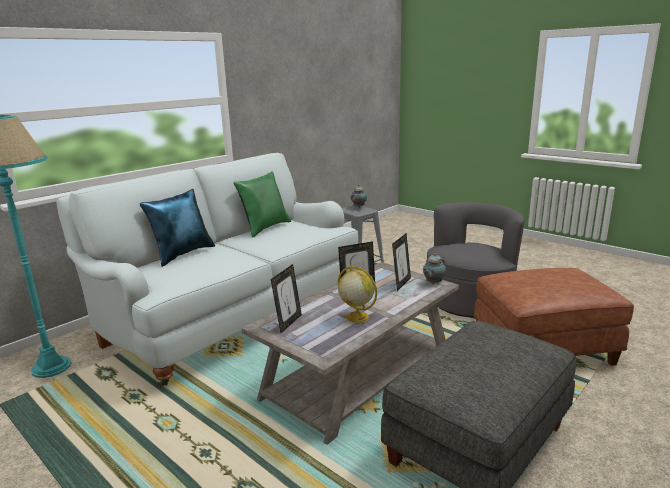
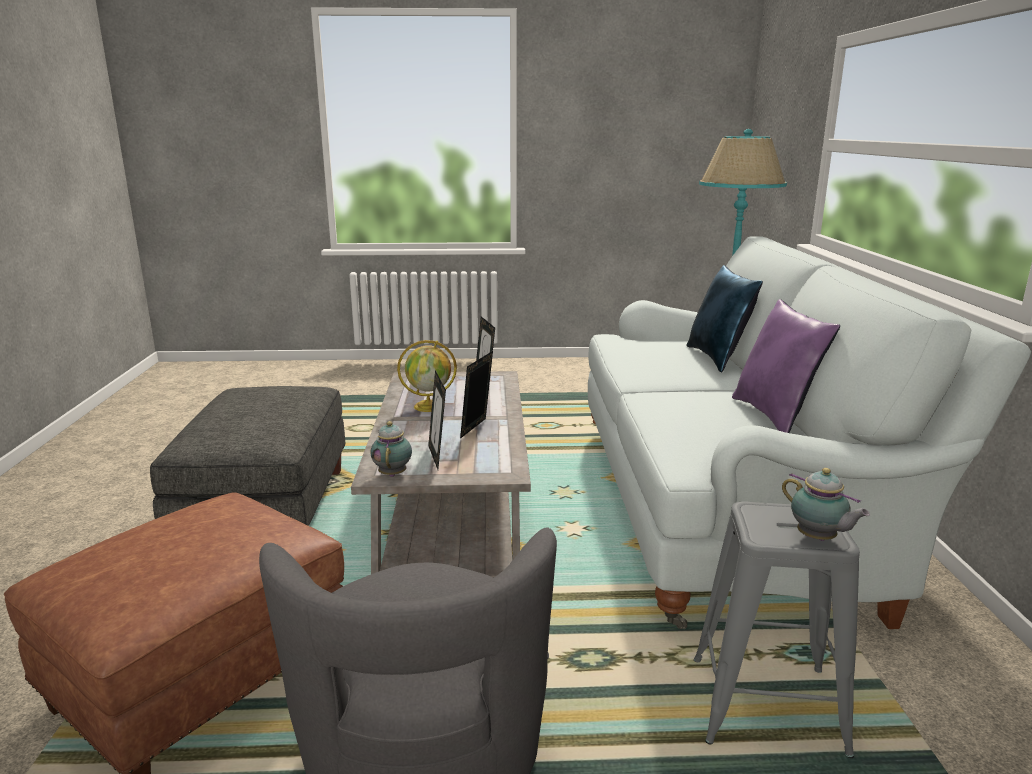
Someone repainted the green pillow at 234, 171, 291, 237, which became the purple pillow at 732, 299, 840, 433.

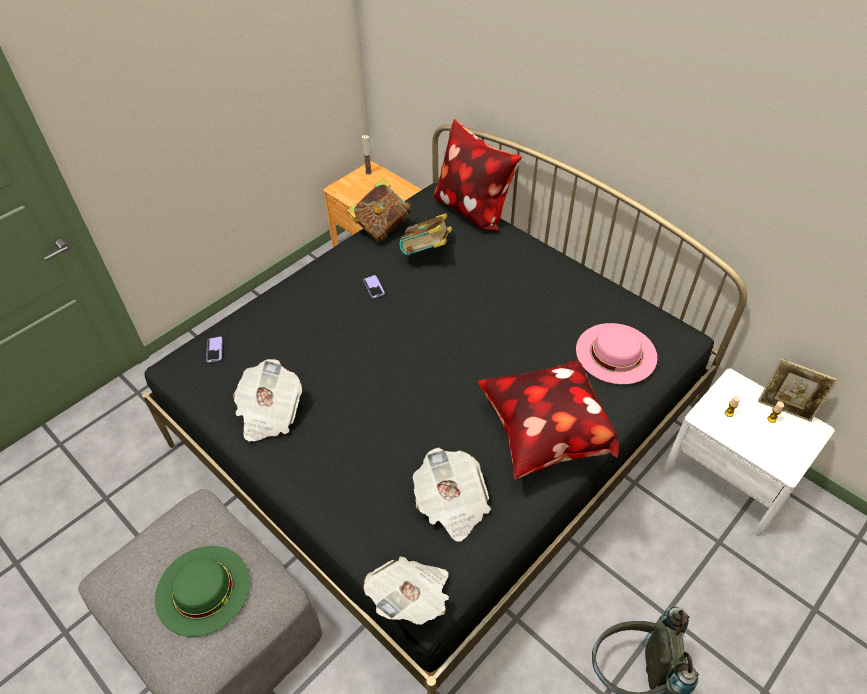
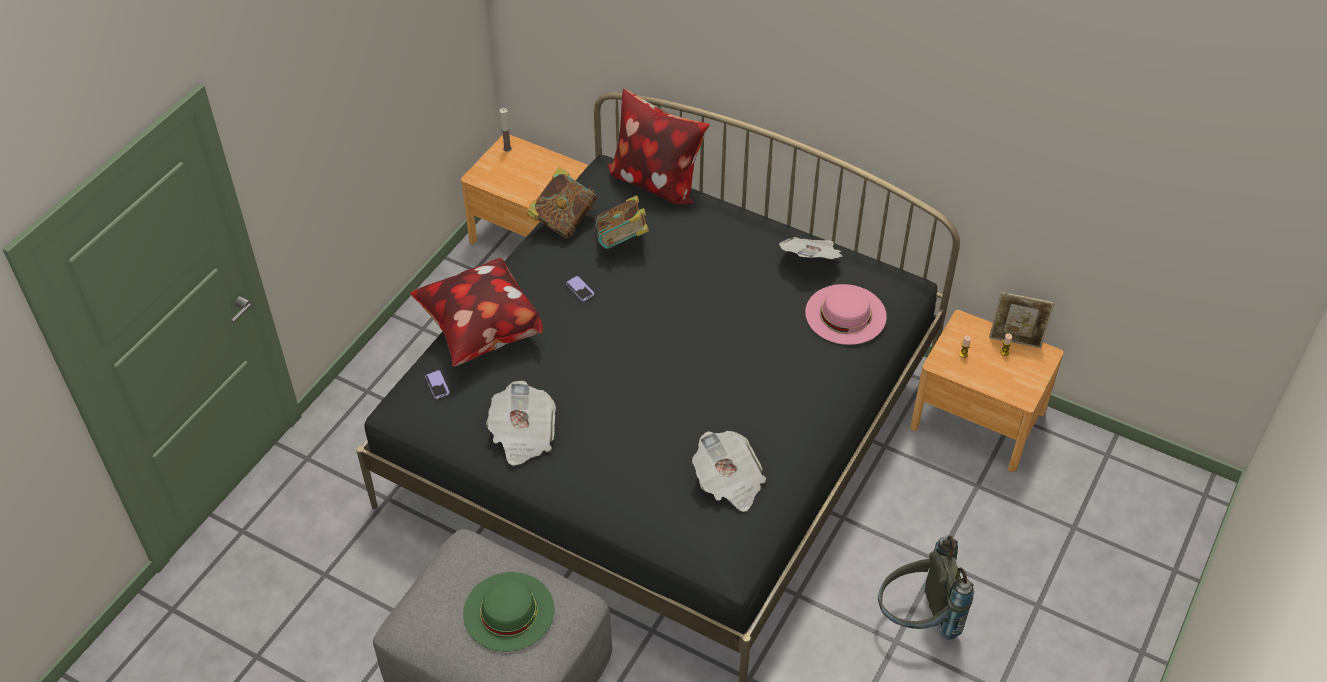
Someone carried the newspaper from 364, 556, 449, 625 to 779, 237, 843, 259.
Someone carried the pillow from 478, 361, 619, 479 to 410, 258, 543, 366.
Someone repainted the white nightstand at 663, 368, 835, 536, which became the brown nightstand at 910, 310, 1064, 472.

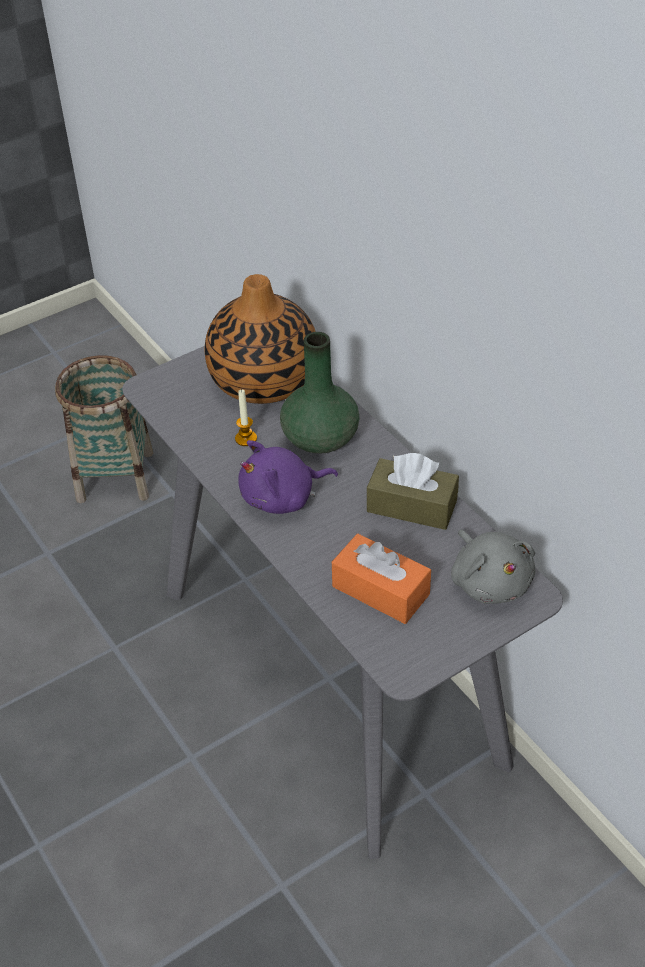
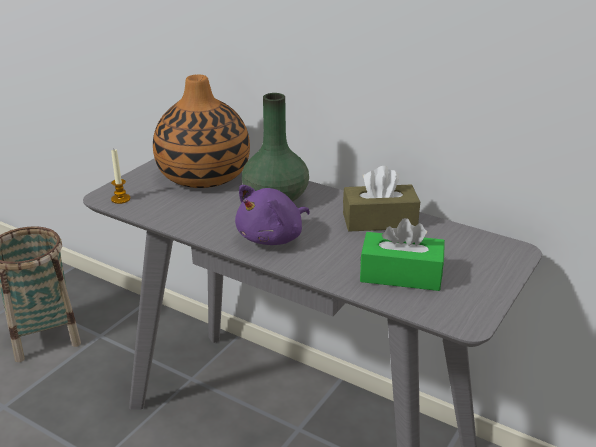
Someone took away the grey plush toy at 451, 529, 535, 604.
Someone carried the candle from 235, 389, 257, 446 to 111, 150, 130, 204.
Someone repainted the orange tissue box at 332, 534, 431, 624, which became the green tissue box at 360, 218, 445, 291.

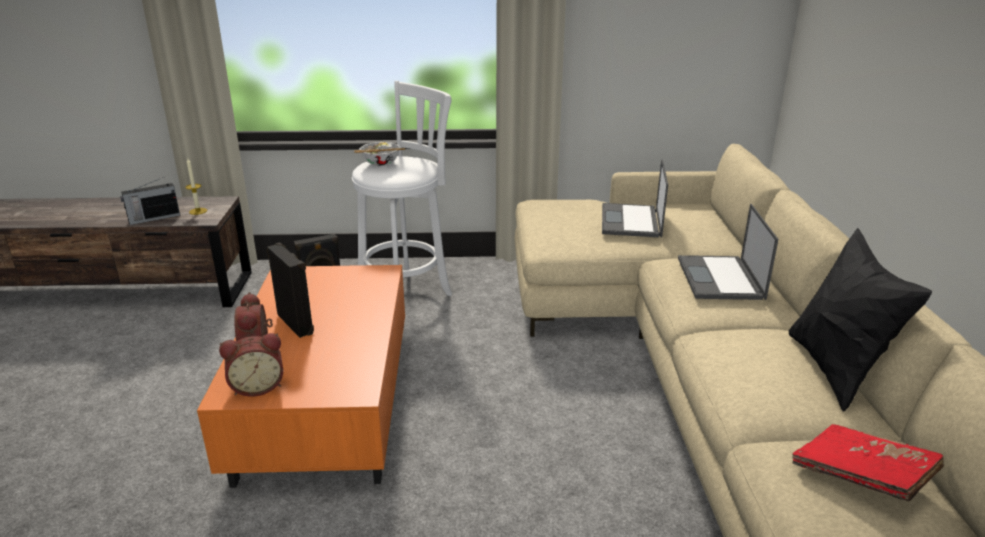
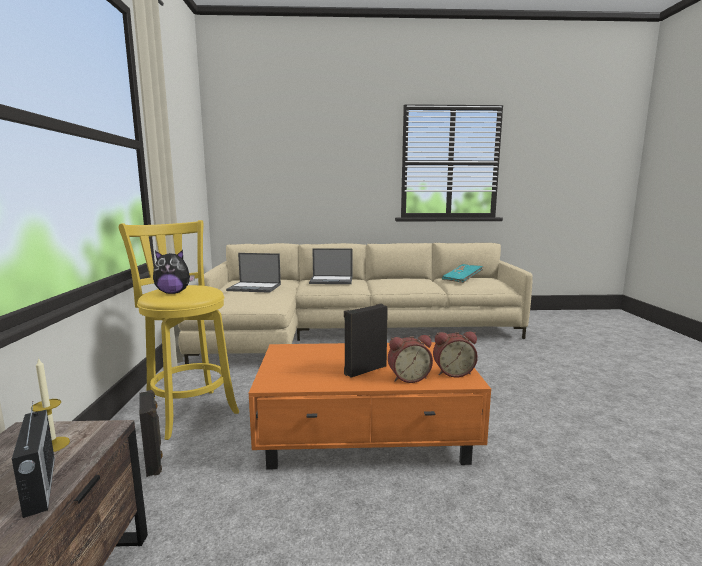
Someone took away the black pillow at 789, 228, 932, 412.
Someone swapped the bowl at 354, 142, 405, 167 for the plush toy at 153, 250, 195, 294.
Someone repainted the white stool at 352, 81, 452, 296, which became the yellow stool at 119, 220, 239, 440.
Someone repainted the red book at 792, 424, 944, 502, which became the turquoise book at 442, 264, 483, 283.
Someone rotated the alarm clock at 219, 333, 283, 397 by 105 degrees clockwise.

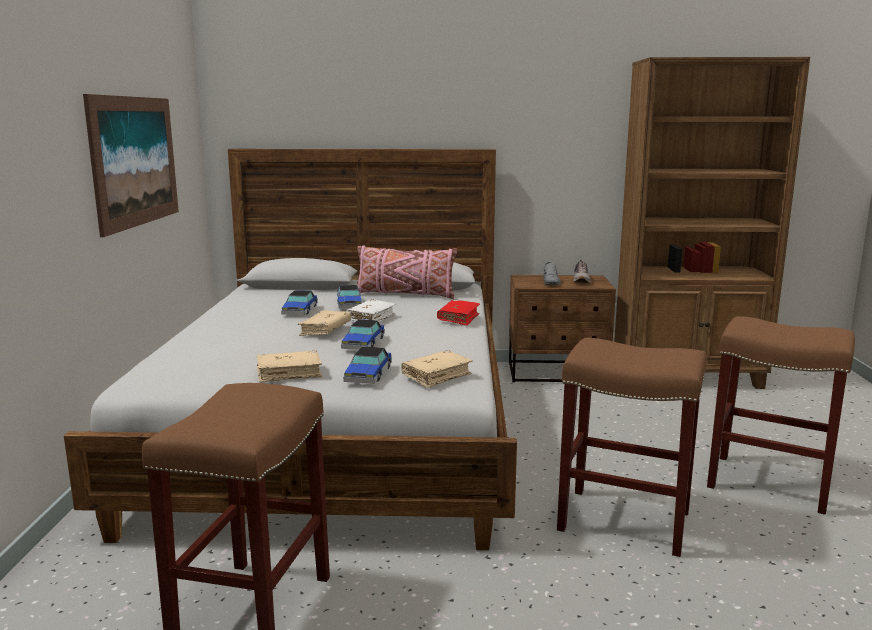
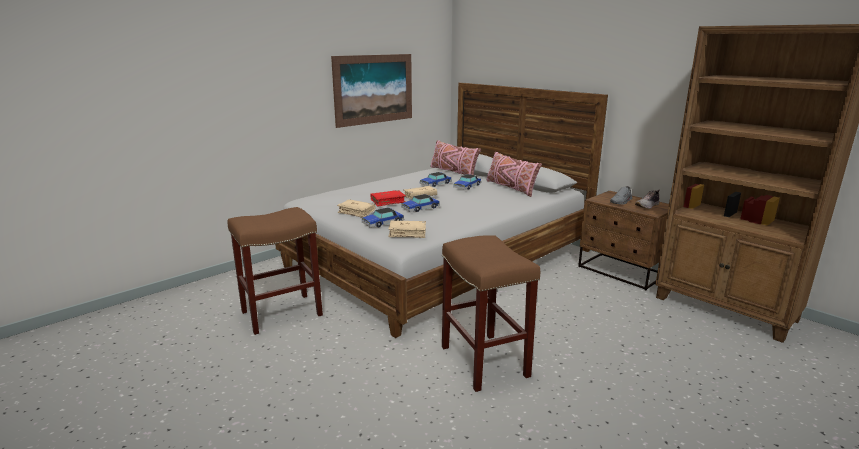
Someone took away the white book at 346, 299, 396, 322.
Someone took away the brown stool at 707, 316, 855, 515.
Someone put down the pink pillow at 430, 140, 481, 175.
Someone carried the red book from 437, 300, 480, 326 to 371, 190, 406, 206.

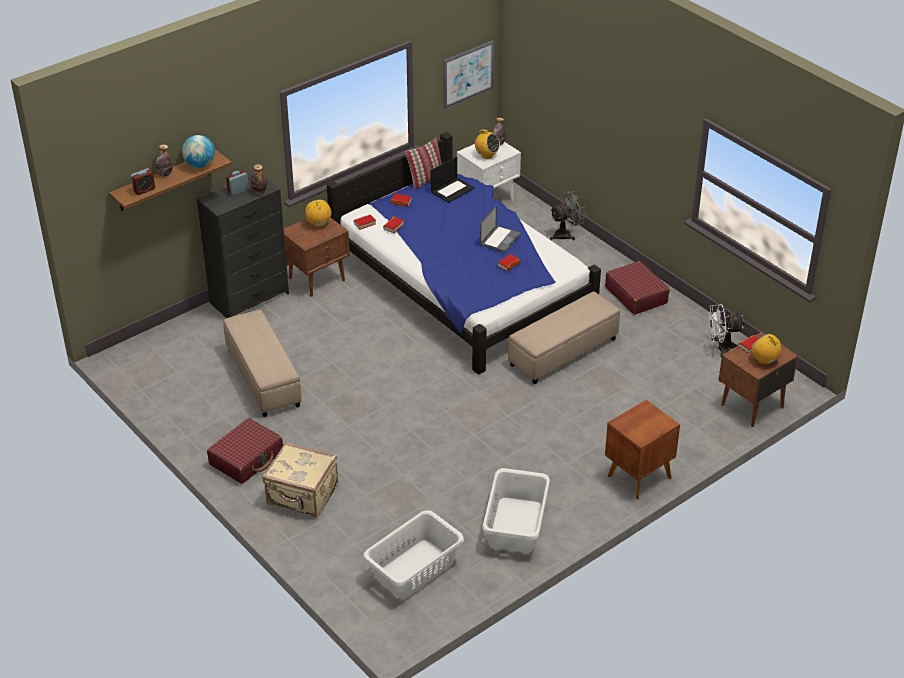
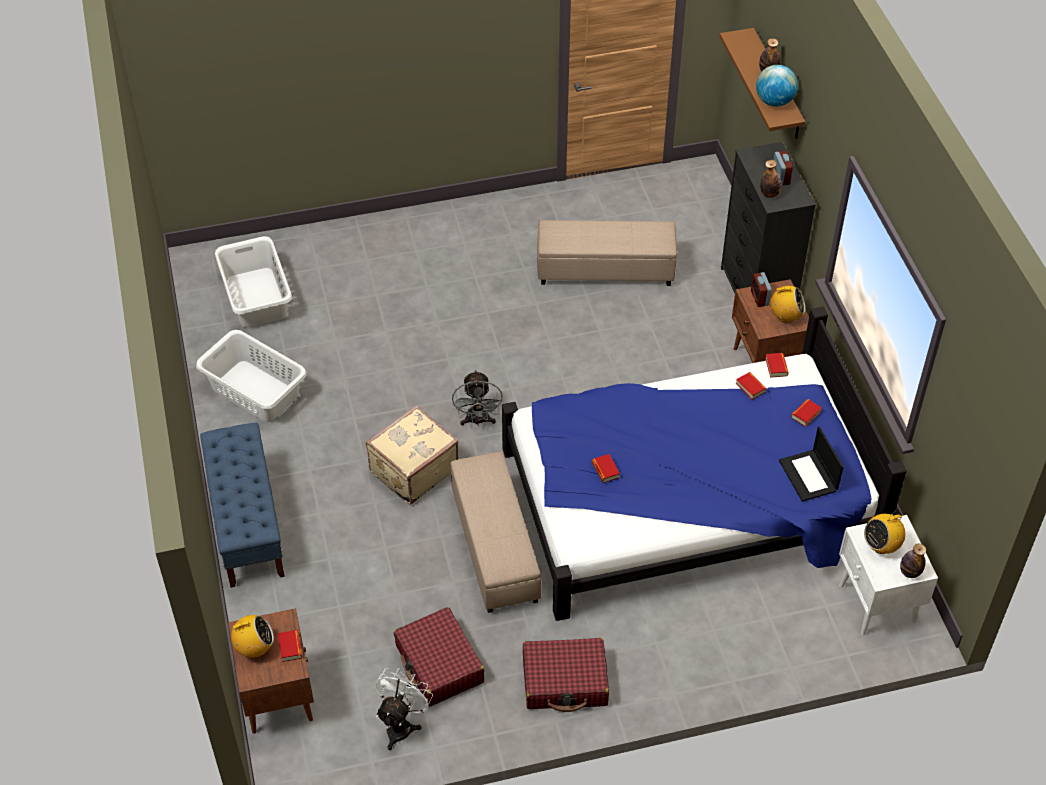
Someone took away the pillow at 405, 137, 442, 190.
Someone took away the picture at 443, 40, 494, 108.
Someone took away the laptop at 480, 205, 521, 253.
Someone carried the alarm clock from 131, 168, 155, 195 to 751, 272, 771, 307.
Someone carried the red suitcase from 207, 418, 283, 484 to 394, 607, 484, 707.
Someone carried the beige suitcase from 263, 442, 338, 517 to 366, 405, 458, 505.
Someone carried the grey fan from 550, 191, 587, 241 to 452, 370, 503, 426.
Someone swapped the brown nightstand at 605, 400, 680, 499 for the blue bench at 200, 423, 285, 588.

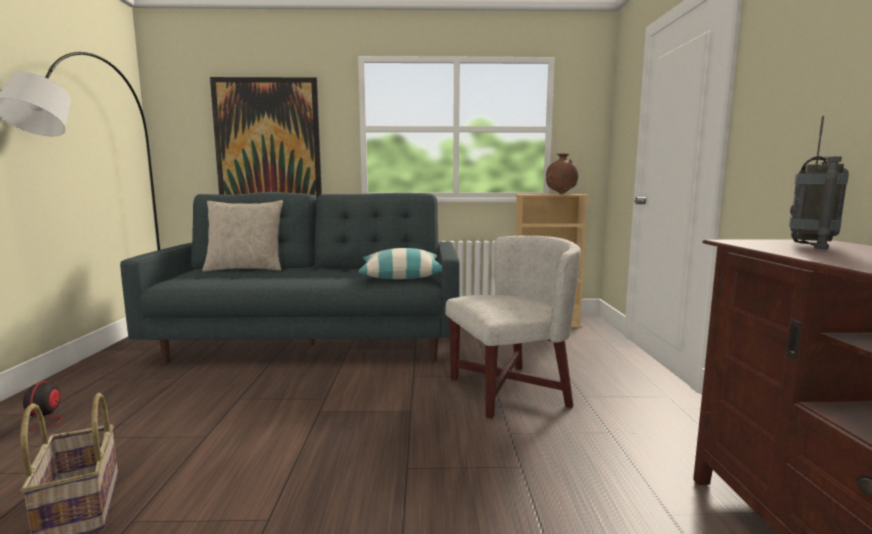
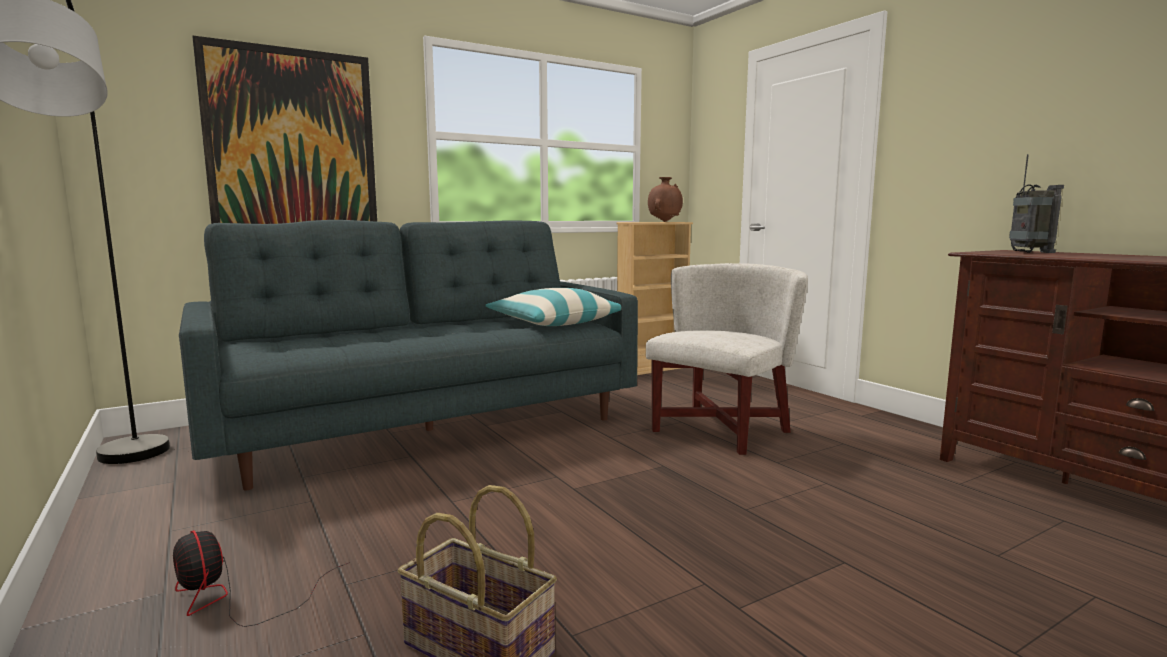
Someone took away the beige pillow at 202, 200, 283, 272.

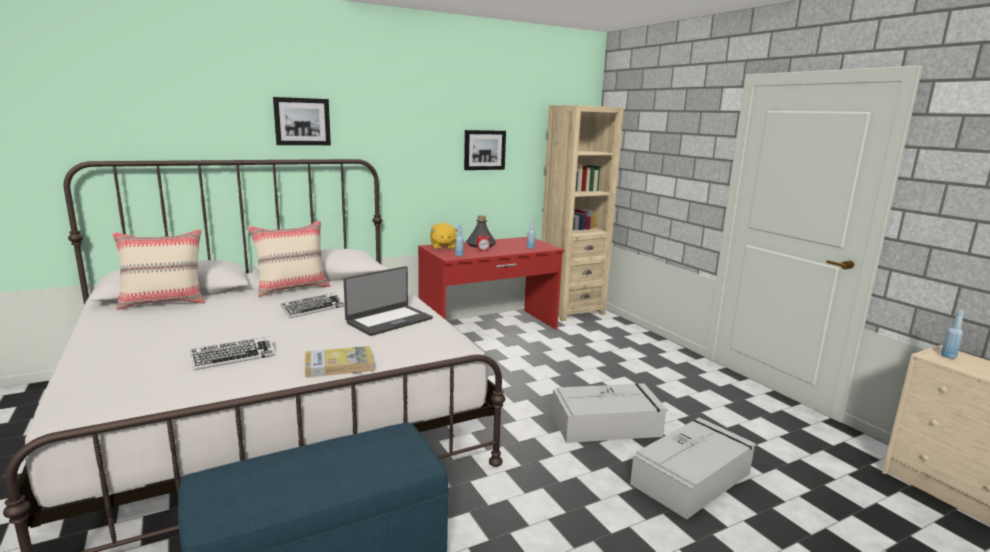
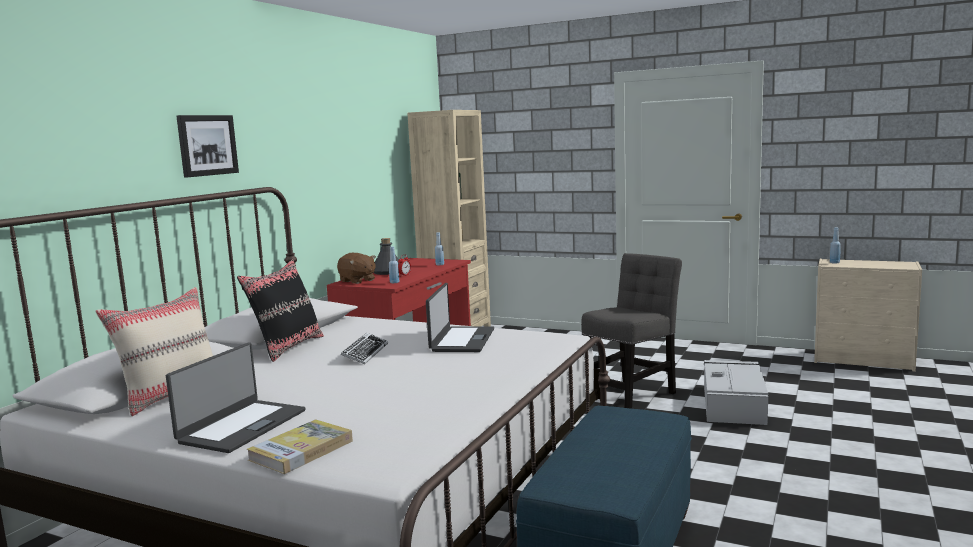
Someone took away the keyboard at 190, 336, 275, 370.
Someone took away the picture at 464, 130, 506, 170.
Someone put down the laptop at 166, 342, 305, 453.
Someone carried the book from 305, 346, 374, 378 to 247, 419, 353, 474.
Someone swapped the grey storage box at 552, 383, 667, 443 for the grey chair at 581, 253, 682, 409.
Someone repainted the beige pillow at 248, 220, 331, 297, which became the black pillow at 237, 259, 324, 362.
Someone repainted the yellow plush toy at 430, 223, 458, 250, which became the brown plush toy at 337, 253, 376, 284.

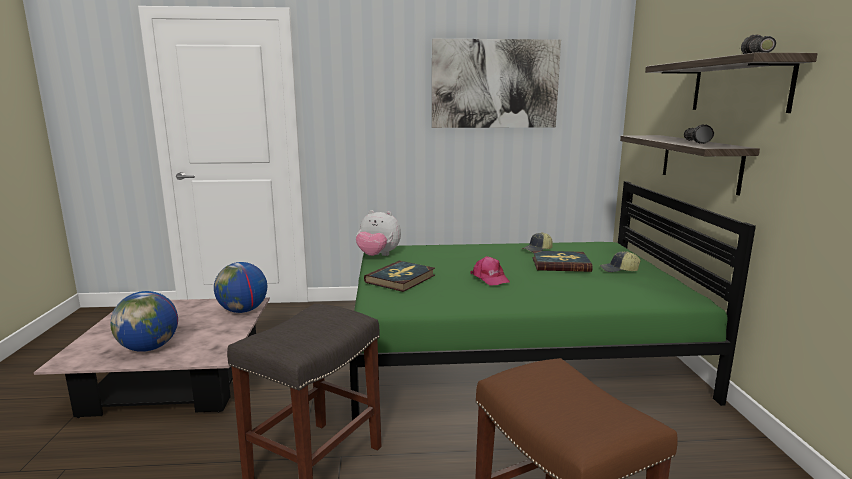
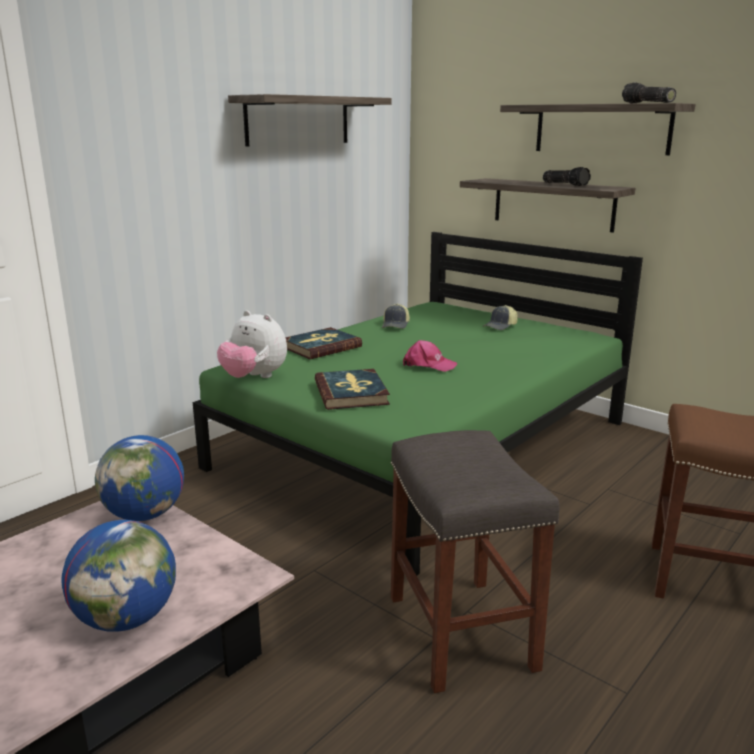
Someone carried the book from 532, 251, 593, 272 to 285, 327, 362, 359.
Someone swapped the picture at 432, 39, 561, 128 for the shelf at 228, 94, 392, 146.
Someone rotated the plush toy at 356, 210, 401, 256 by 60 degrees clockwise.

